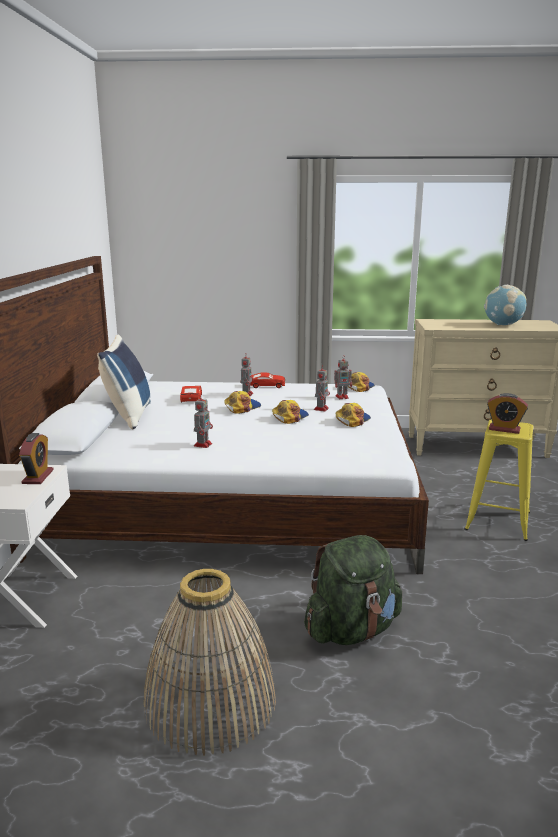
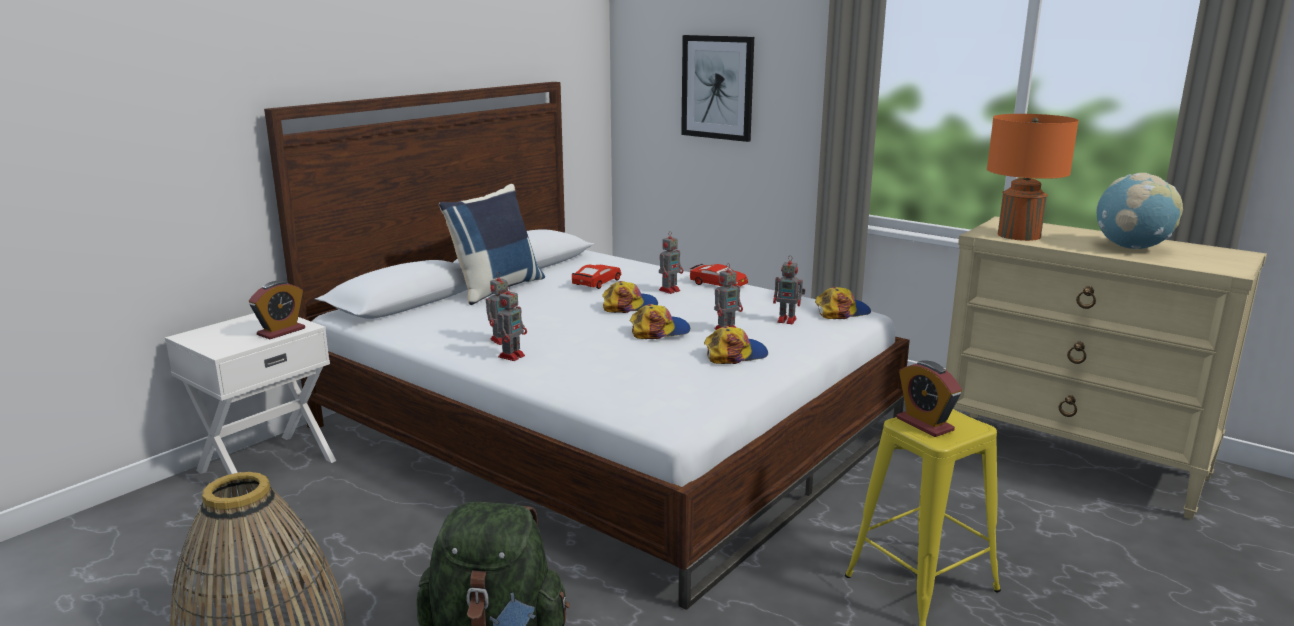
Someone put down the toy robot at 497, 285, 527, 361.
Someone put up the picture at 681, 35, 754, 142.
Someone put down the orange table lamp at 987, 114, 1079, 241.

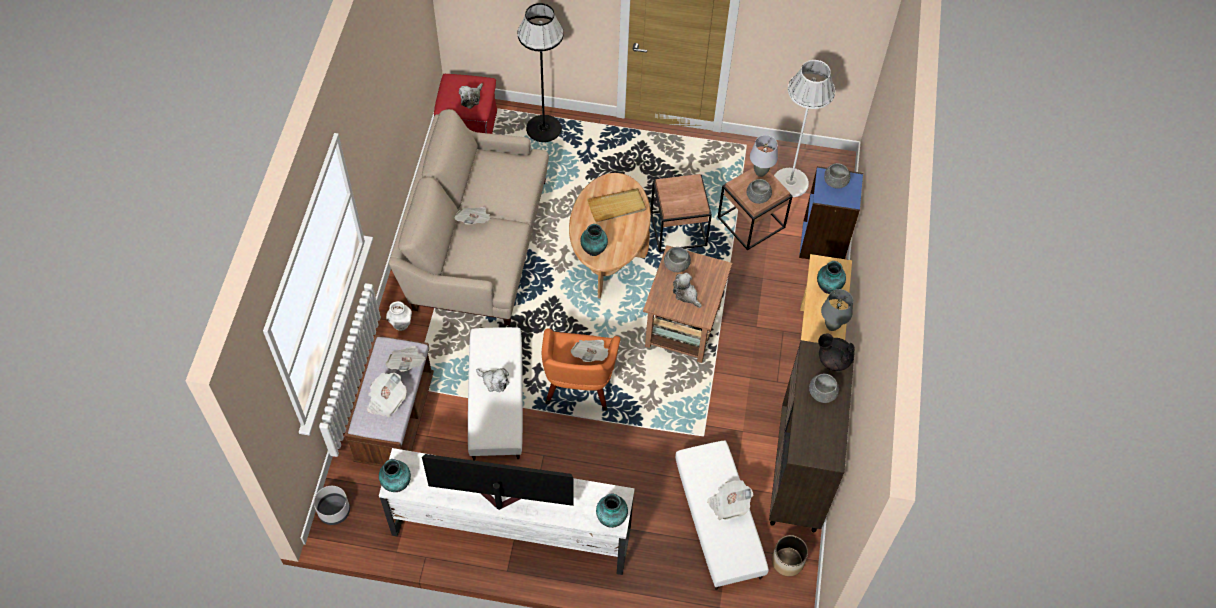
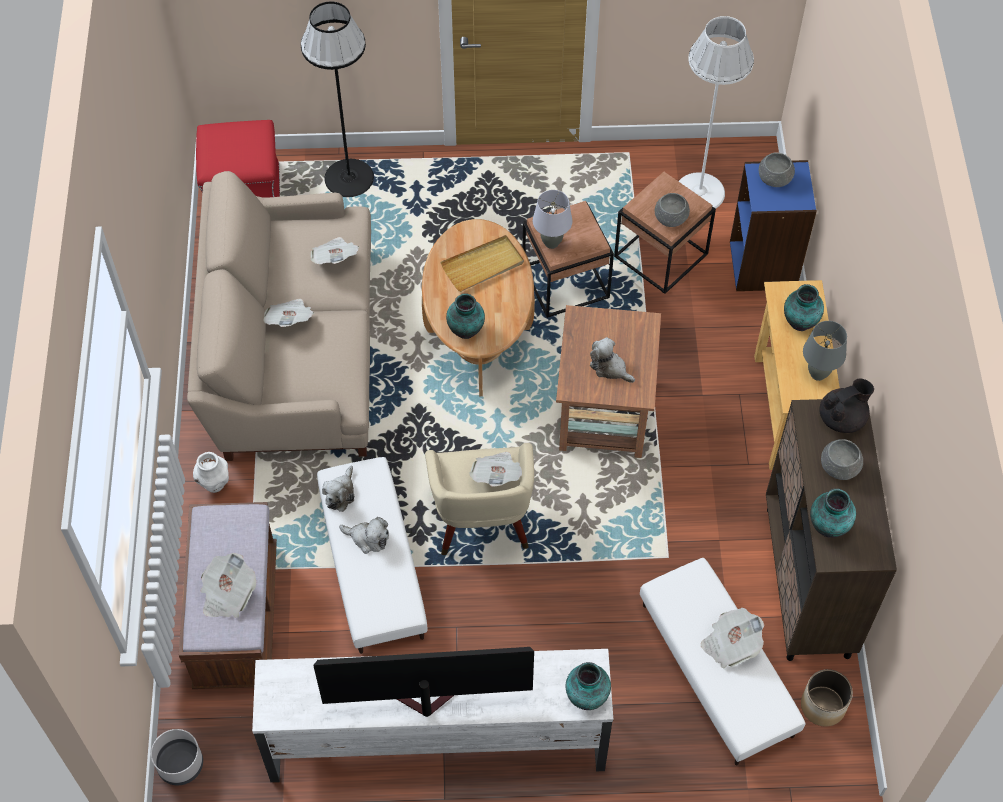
Someone took away the grey bowl at 664, 247, 691, 272.
Someone carried the vase from 379, 459, 411, 492 to 810, 489, 856, 538.
Someone carried the newspaper from 385, 346, 426, 372 to 311, 237, 359, 264.
Someone carried the plush toy from 459, 83, 483, 109 to 322, 466, 354, 512.
Someone carried the grey table lamp from 750, 135, 778, 177 to 533, 190, 572, 249.
Someone repainted the orange armchair at 542, 328, 620, 411, which became the beige armchair at 425, 443, 534, 555.
Someone rotated the black teapot at 818, 334, 854, 371 by 135 degrees clockwise.

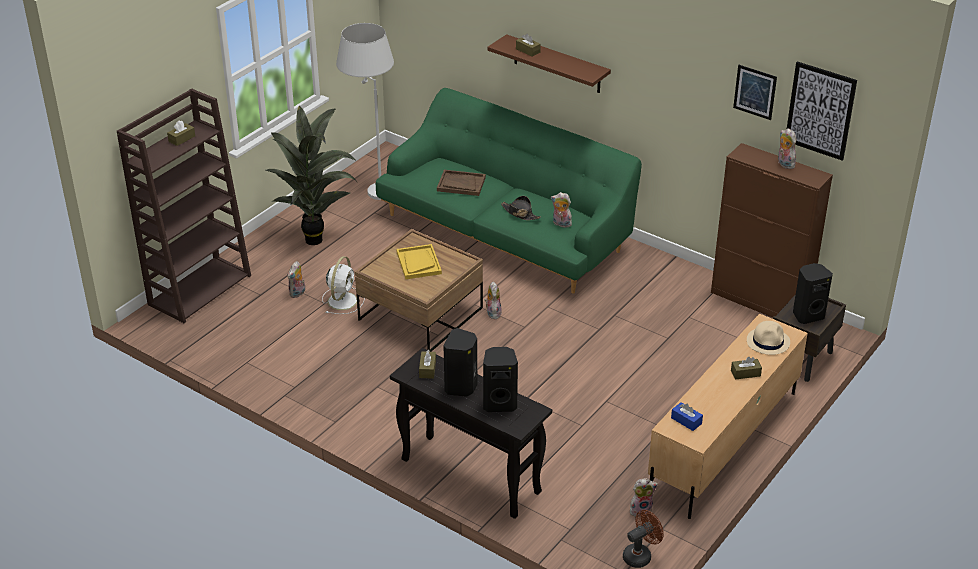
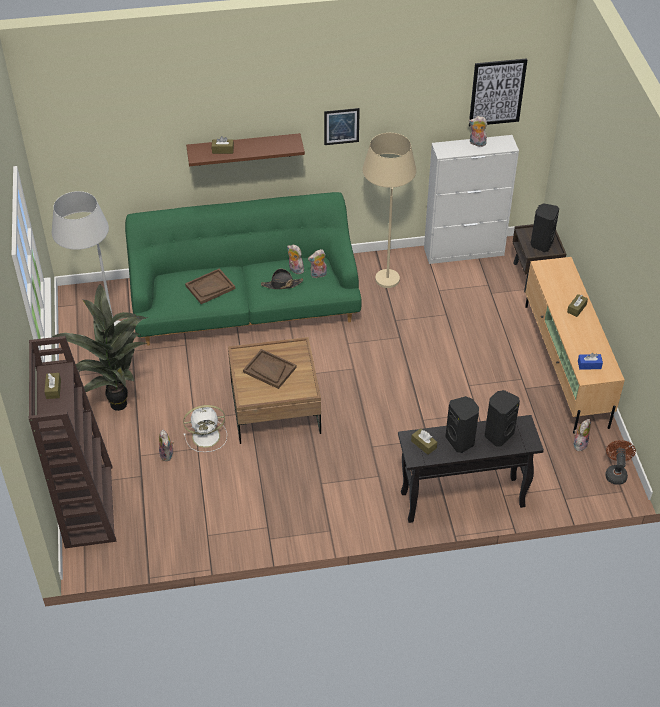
Someone took away the beige hat at 747, 321, 790, 355.
Someone put down the beige floor lamp at 363, 133, 416, 288.
Someone carried the plush toy from 484, 281, 501, 319 to 287, 244, 304, 274.
Someone carried the picture from 733, 65, 777, 120 to 324, 108, 360, 145.
Someone repainted the yellow tray at 396, 244, 442, 279, which became the brown tray at 243, 349, 297, 389.
Someone repainted the brown cabinet at 711, 143, 833, 318, which became the white cabinet at 424, 135, 519, 264.
Someone rotated the white fan at 322, 256, 365, 314 by 105 degrees clockwise.

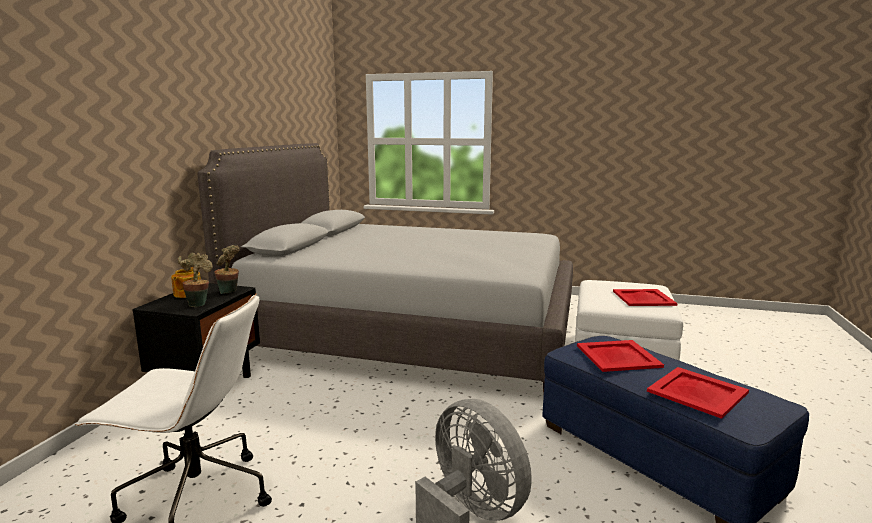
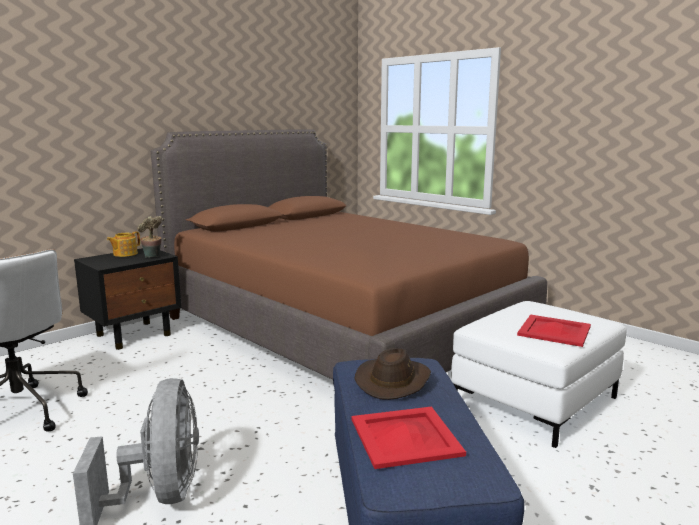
Someone took away the potted plant at 178, 253, 213, 307.
Someone swapped the red tray at 577, 340, 664, 372 for the brown hat at 355, 348, 431, 400.
Someone repainted the grey bed at 198, 143, 573, 394, which became the brown bed at 151, 130, 547, 380.

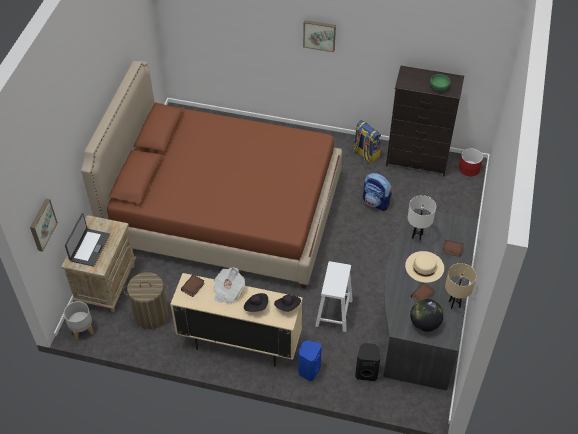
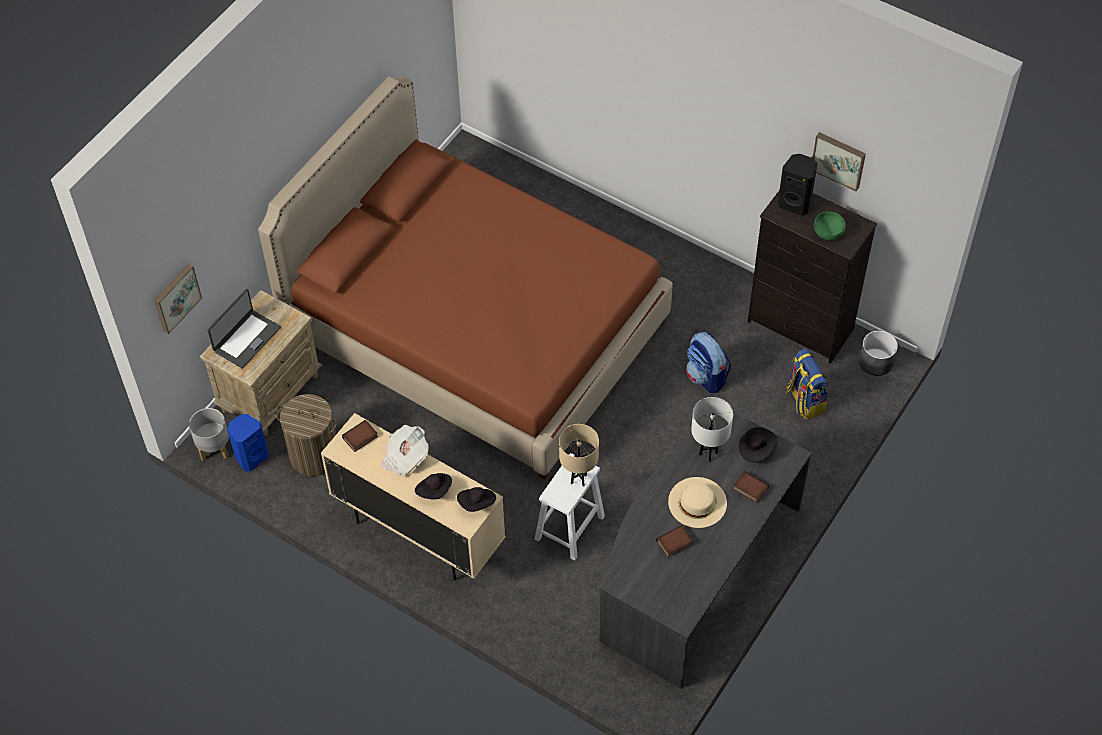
Someone took away the globe at 410, 299, 443, 332.
Someone put down the black hat at 739, 427, 778, 463.
Someone carried the blue speaker from 298, 340, 322, 381 to 227, 414, 268, 471.
Someone carried the picture from 303, 20, 336, 52 to 813, 132, 866, 191.
Someone carried the backpack from 353, 120, 381, 163 to 786, 348, 828, 420.
Someone carried the black speaker from 355, 343, 380, 381 to 778, 154, 818, 216.
Someone carried the beige table lamp from 445, 263, 477, 309 to 559, 424, 599, 487.
Someone repainted the red planter at 459, 148, 483, 176, which became the grey planter at 859, 330, 898, 376.

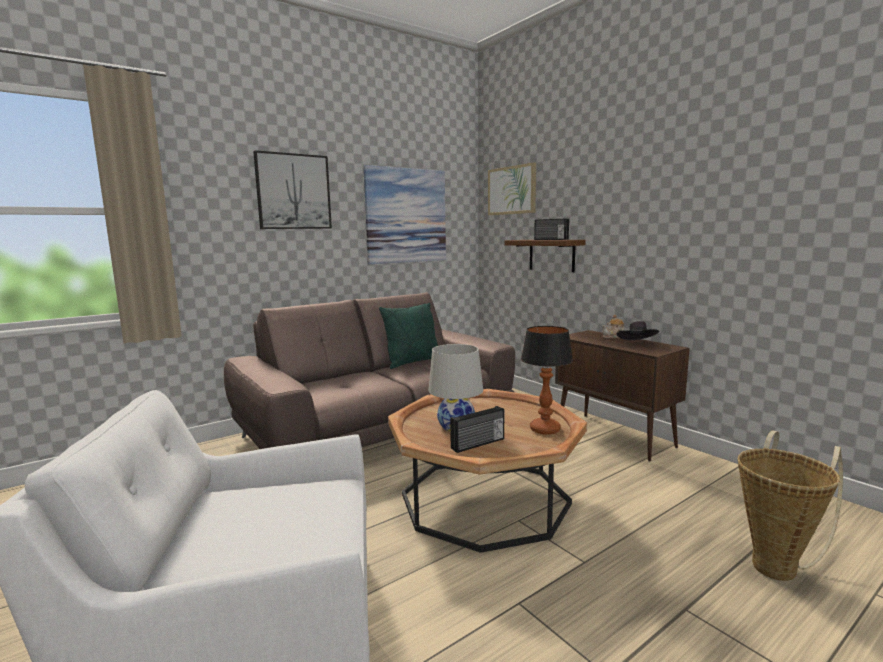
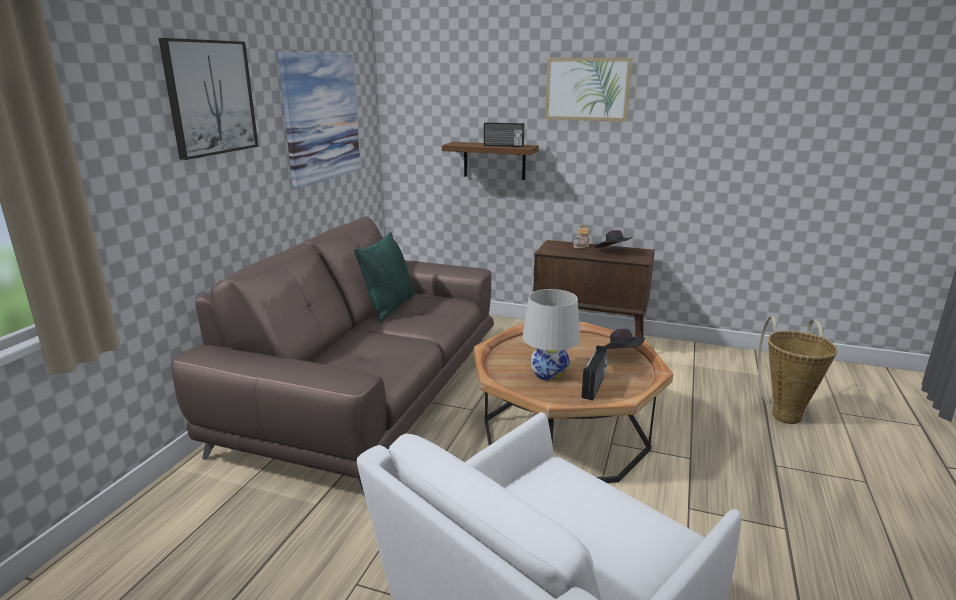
Someone carried the picture from 488, 162, 536, 215 to 545, 58, 632, 122.
Someone swapped the table lamp at 521, 326, 573, 435 for the black hat at 605, 329, 645, 349.

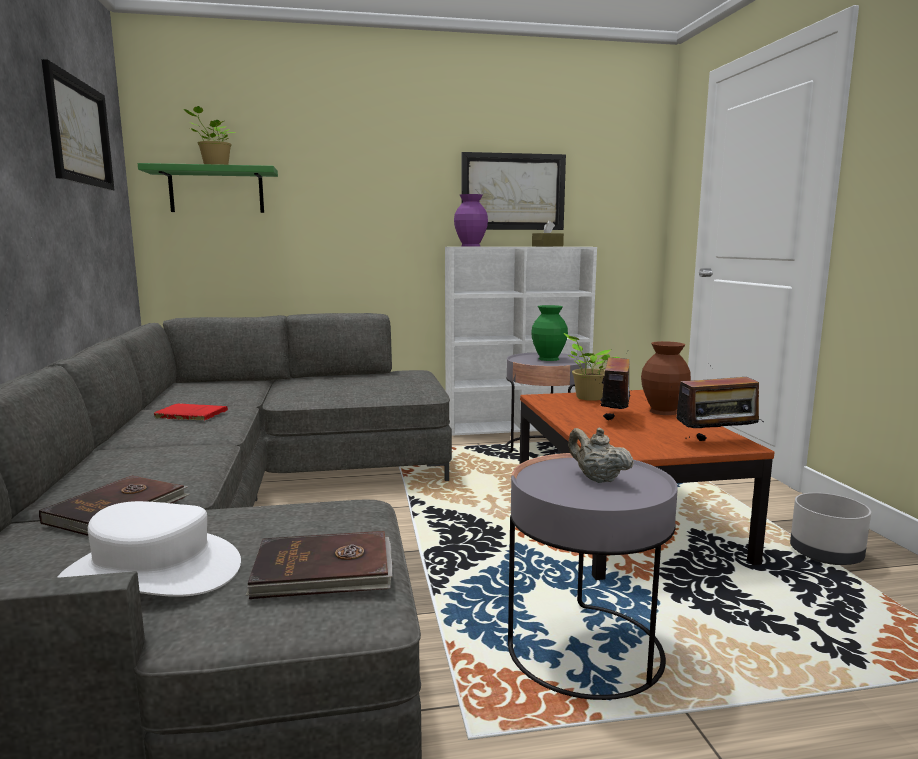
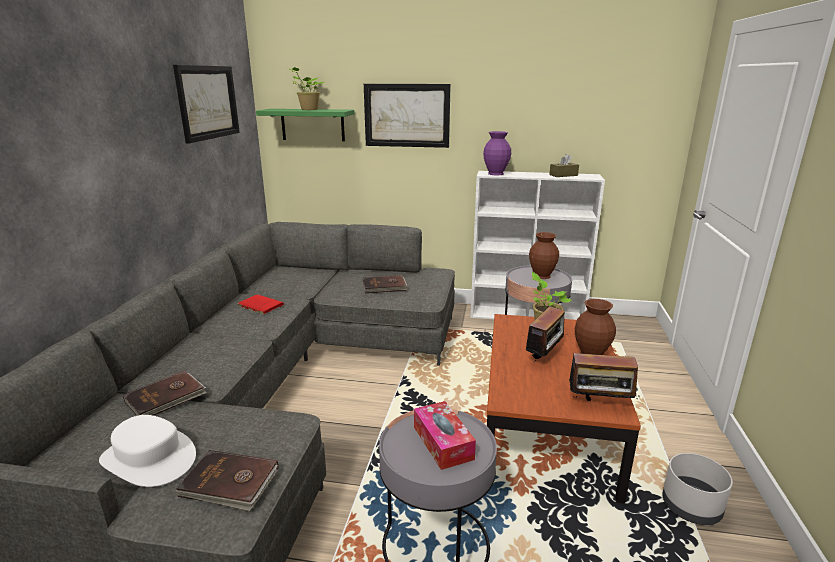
Someone put down the brown book at 363, 275, 408, 293.
Someone carried the picture from 461, 152, 566, 230 to 364, 84, 451, 148.
Someone swapped the beige teapot at 568, 428, 634, 483 for the tissue box at 414, 401, 476, 470.
Someone repainted the green vase at 531, 305, 568, 361, which became the brown vase at 529, 232, 559, 279.

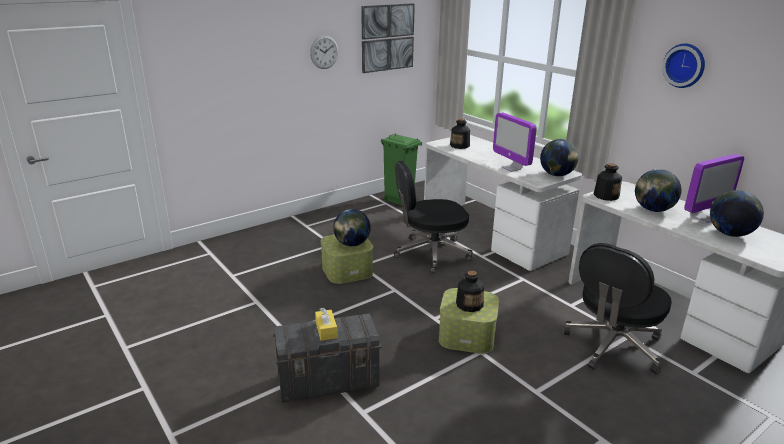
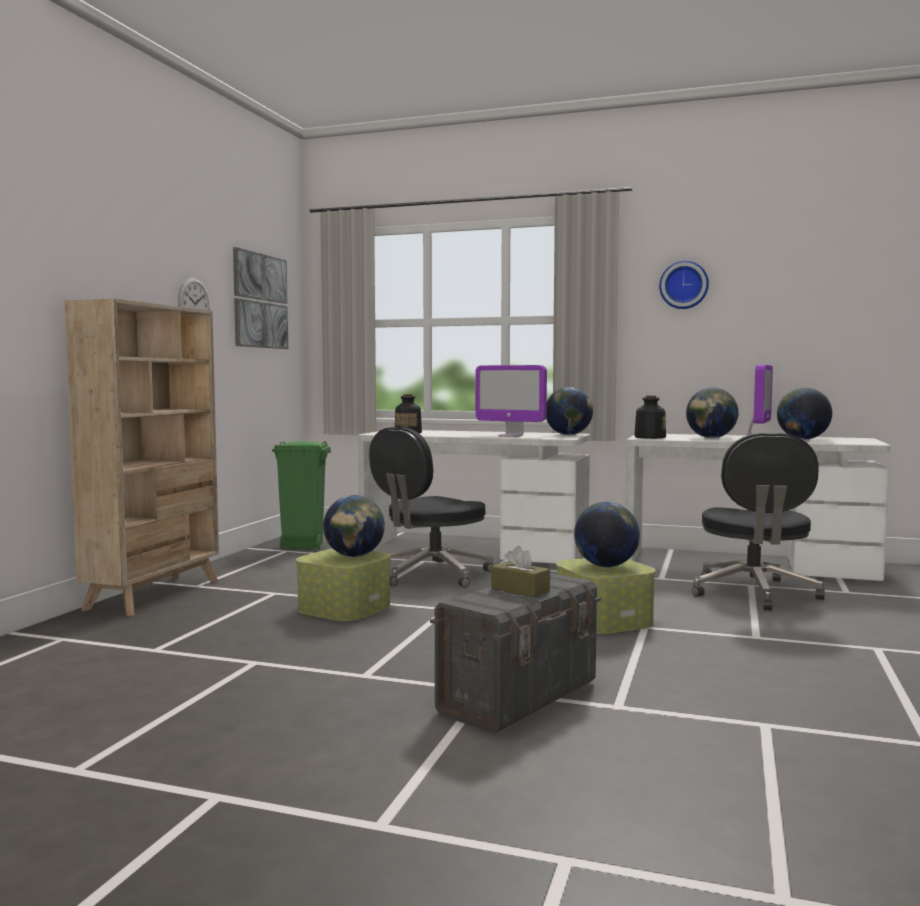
Someone put down the beige bookcase at 64, 298, 219, 616.
Someone swapped the bottle at 456, 271, 484, 312 for the globe at 574, 502, 640, 567.
Someone repainted the yellow tissue box at 315, 308, 338, 341, which became the brown tissue box at 491, 546, 550, 597.

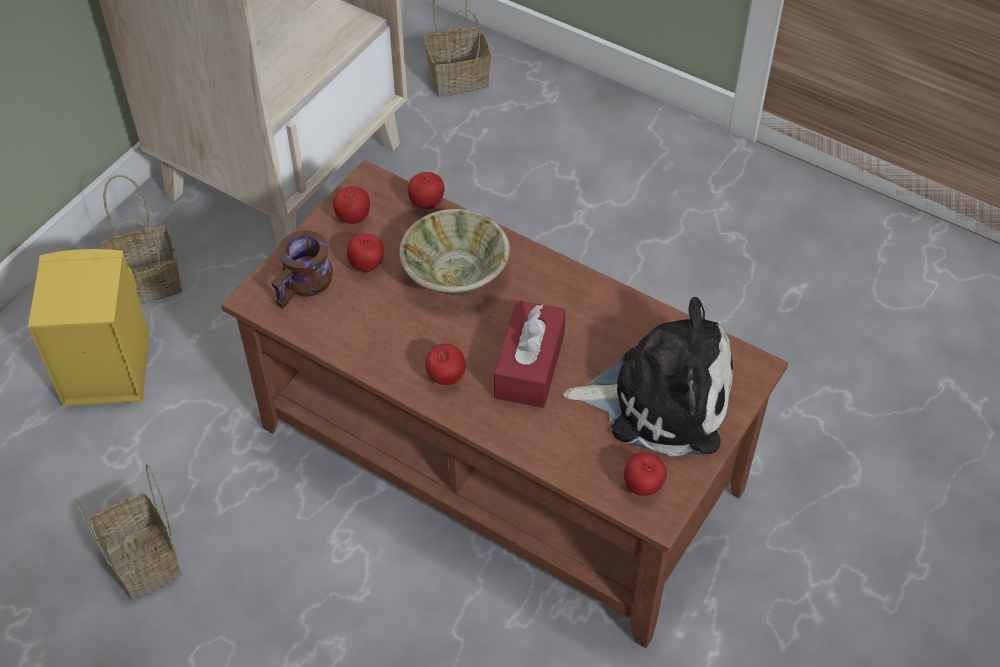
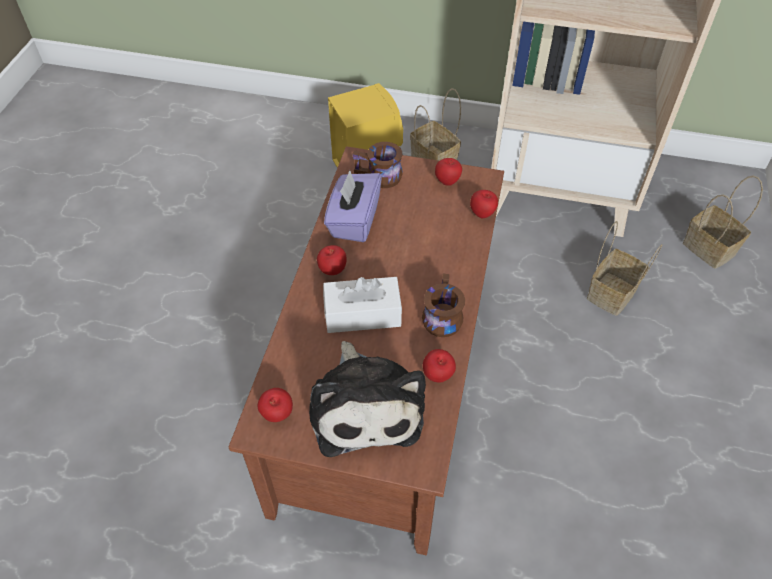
Someone took away the beige bowl at 399, 209, 510, 295.
Someone put down the purple tissue box at 324, 170, 382, 242.
Someone put down the brown mug at 422, 273, 465, 337.
Someone carried the basket from 74, 464, 182, 600 to 587, 221, 662, 316.
Someone carried the apple from 347, 234, 384, 273 to 423, 349, 456, 383.
Someone repainted the red tissue box at 494, 300, 566, 408, which became the white tissue box at 323, 277, 402, 333.

